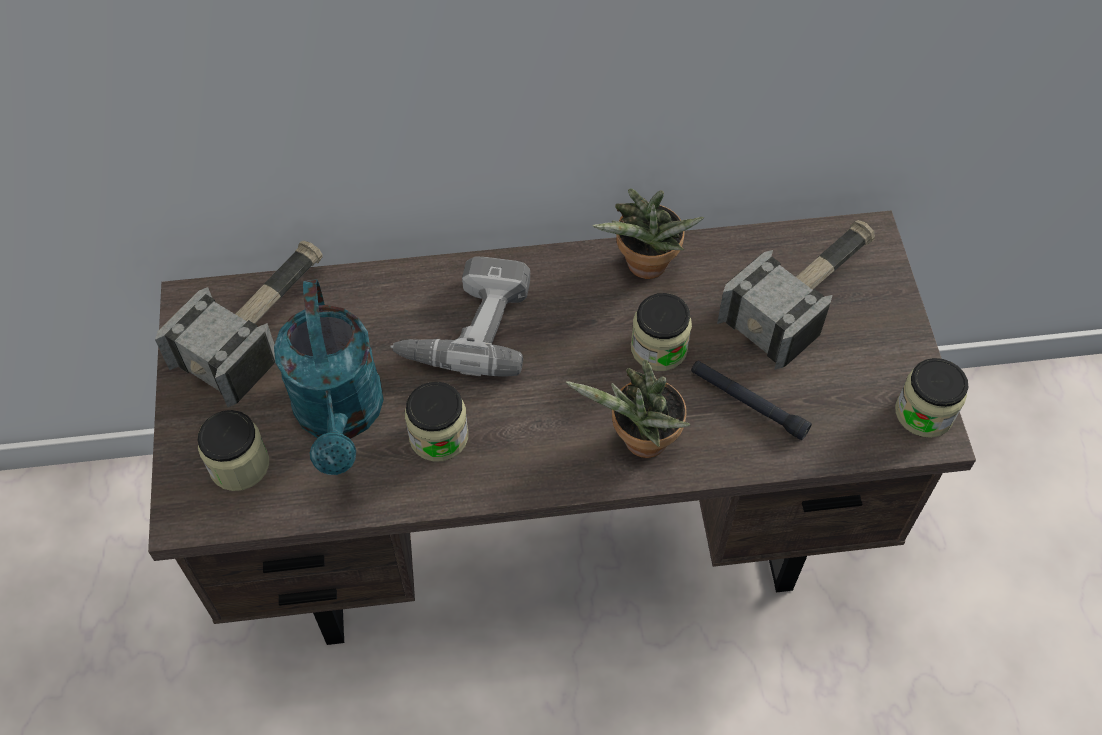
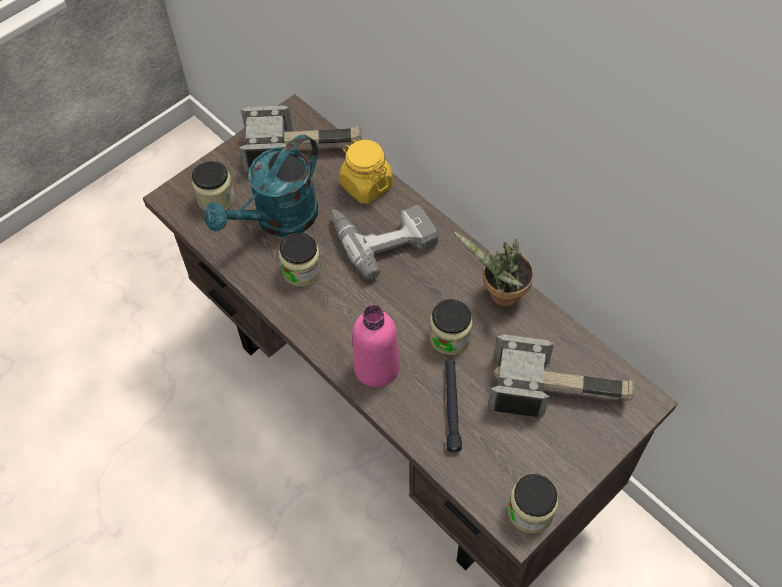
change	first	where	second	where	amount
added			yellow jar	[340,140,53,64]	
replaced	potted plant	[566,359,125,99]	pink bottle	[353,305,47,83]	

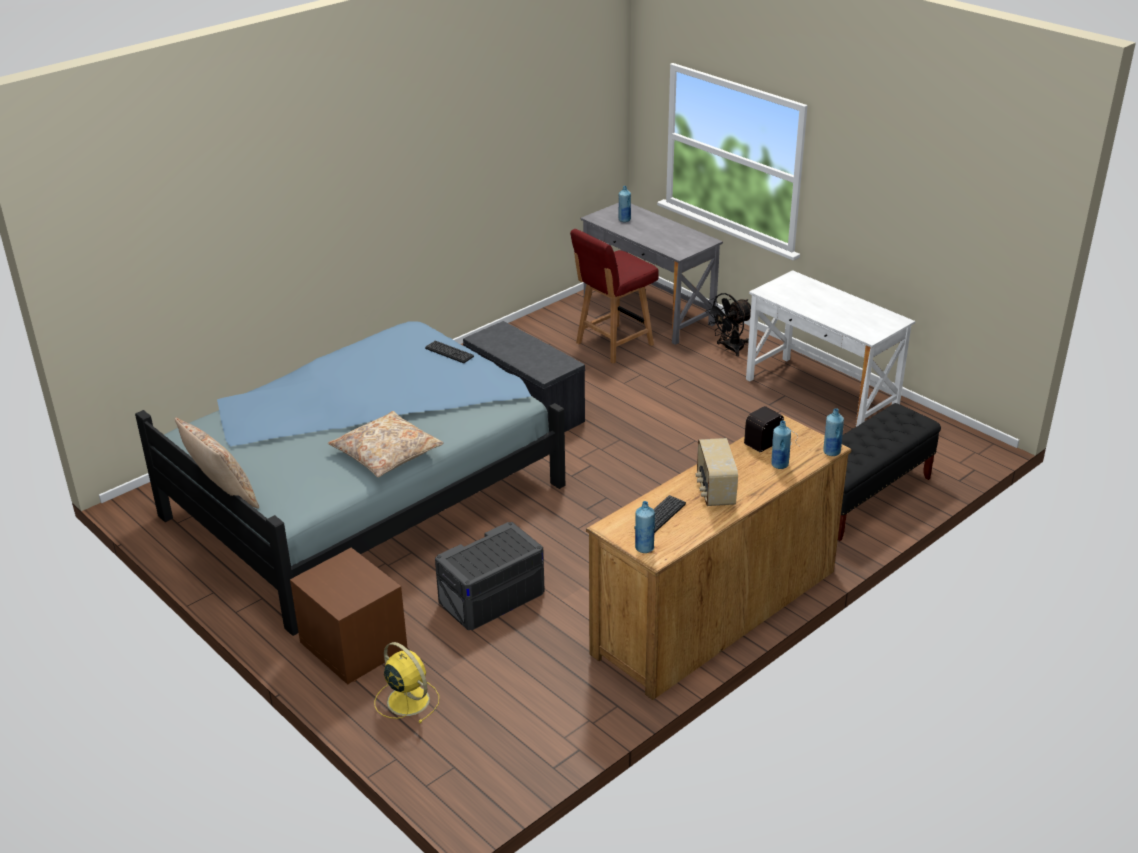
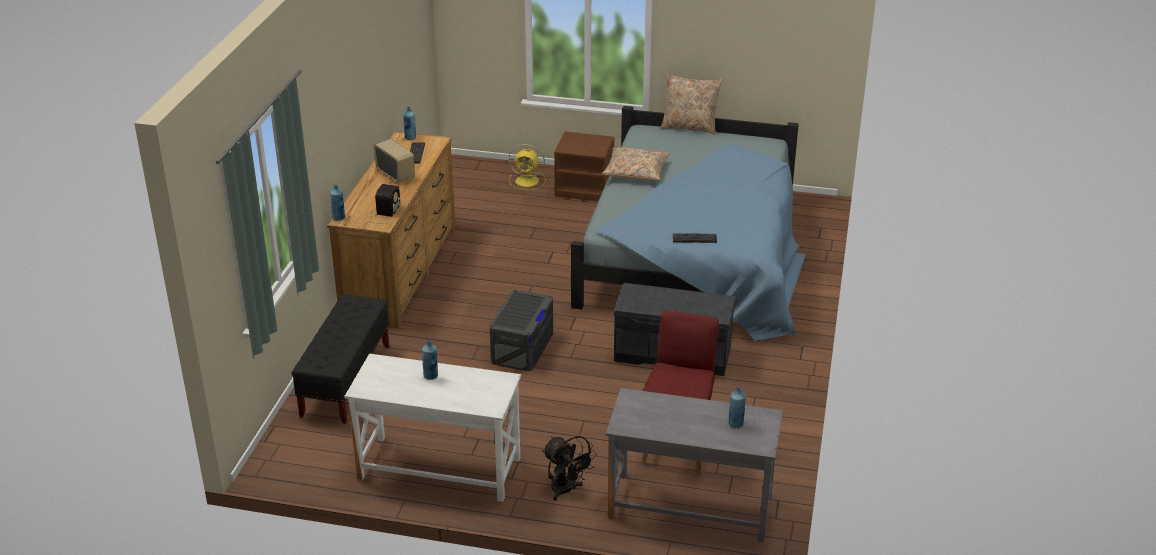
change	first	where	second	where	amount
moved	blue bottle	[771,421,20,48]		[422,340,16,40]	
moved	grey storage box	[435,522,110,108]		[490,290,63,81]	
turned	black fan	[705,293,46,63]		[542,436,55,65]	120 degrees clockwise

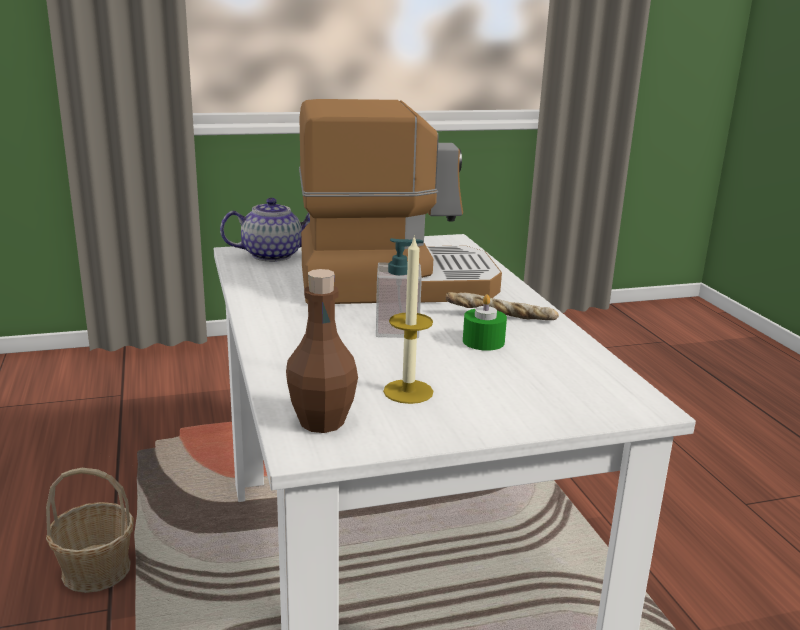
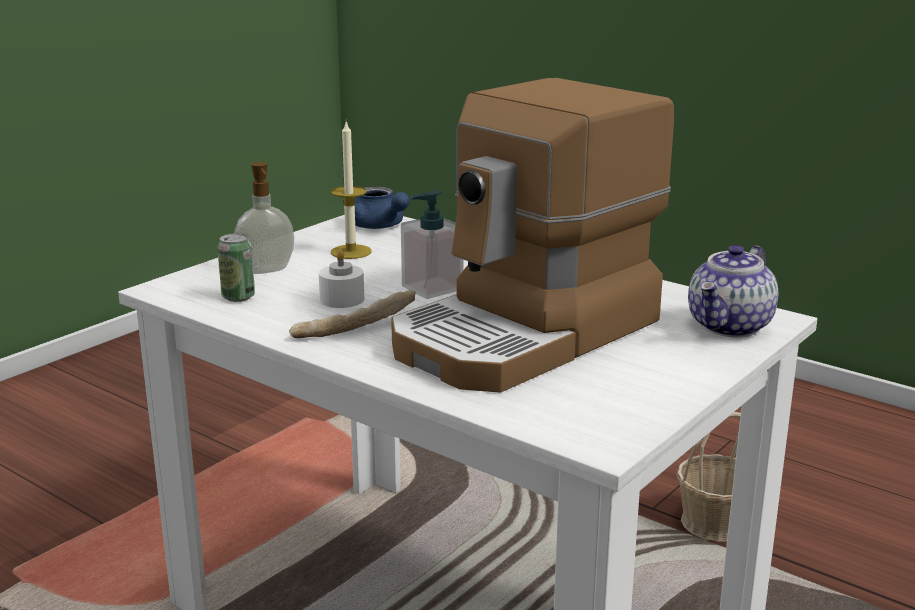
change	first	where	second	where	amount
added			can	[217,233,38,69]	
added			soap dispenser	[234,162,60,112]	
recoloured	green candle	[463,294,44,57]	white candle	[319,249,45,59]	
replaced	brown bottle	[286,269,72,164]	blue teapot	[343,187,67,42]	

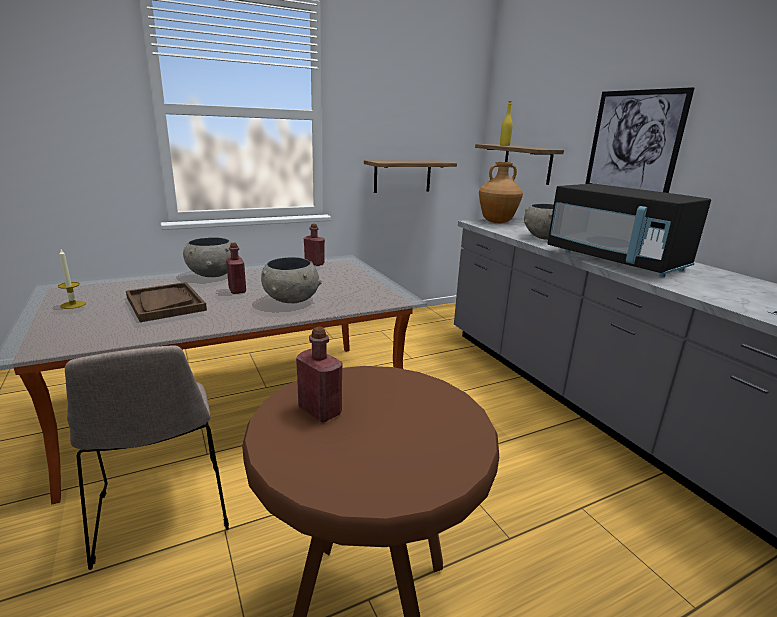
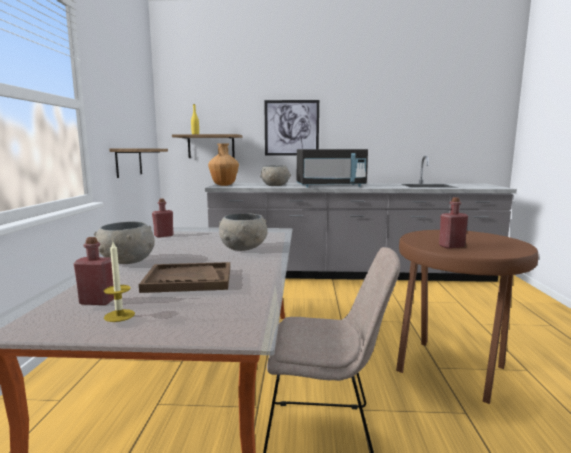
change	first	where	second	where	amount
moved	red bottle	[226,243,20,51]		[74,237,40,68]	

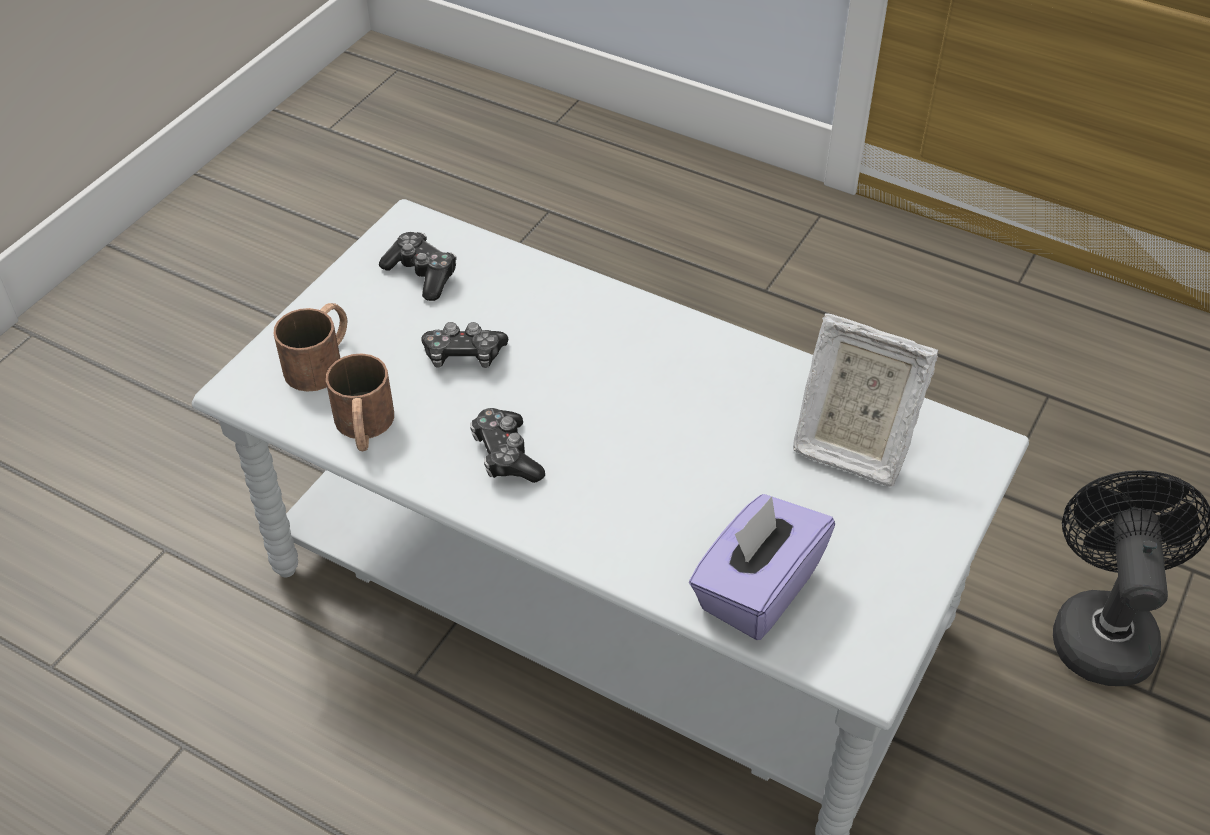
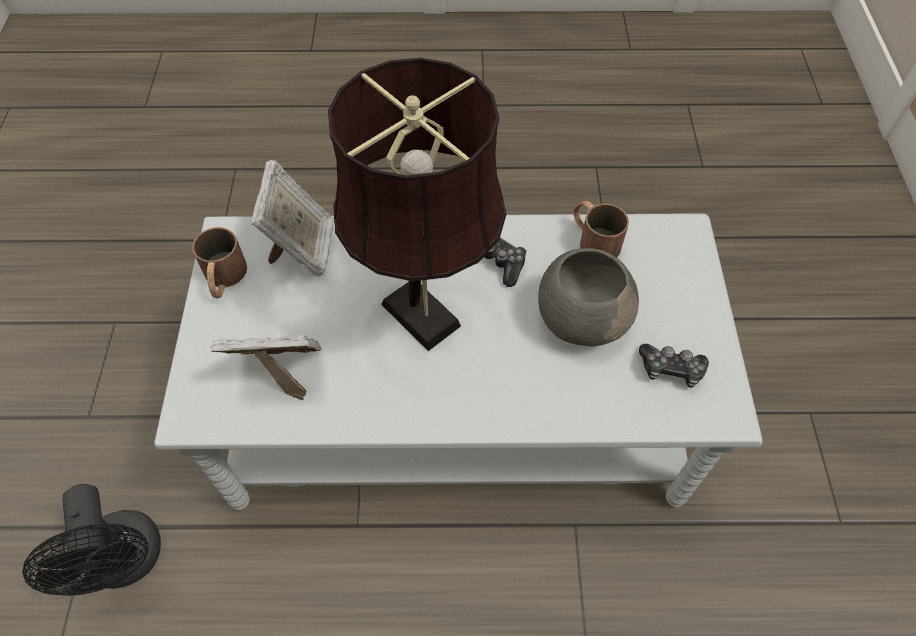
change	first	where	second	where	amount
moved	brown mug	[274,303,73,89]		[192,227,55,71]	
replaced	purple tissue box	[689,494,146,146]	picture frame	[252,160,82,117]	
added			brown table lamp	[328,58,179,293]	
replaced	game controller	[421,322,87,46]	grey bowl	[538,248,101,99]	

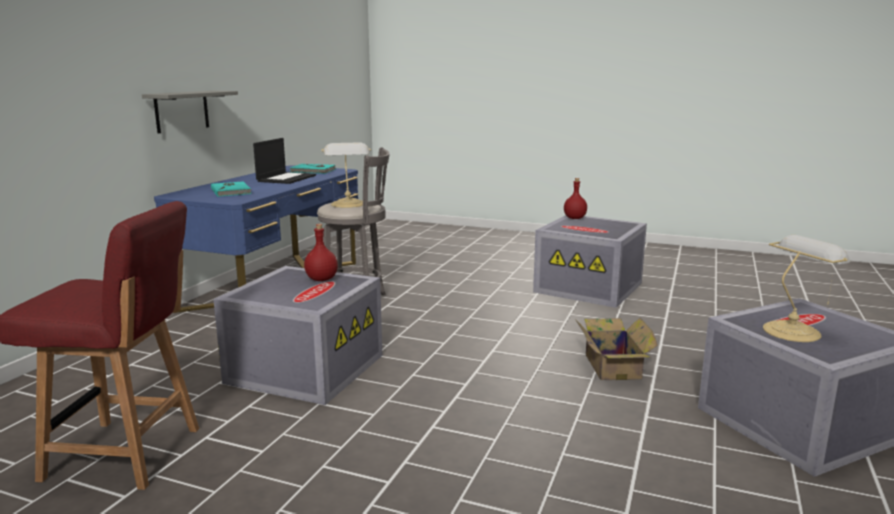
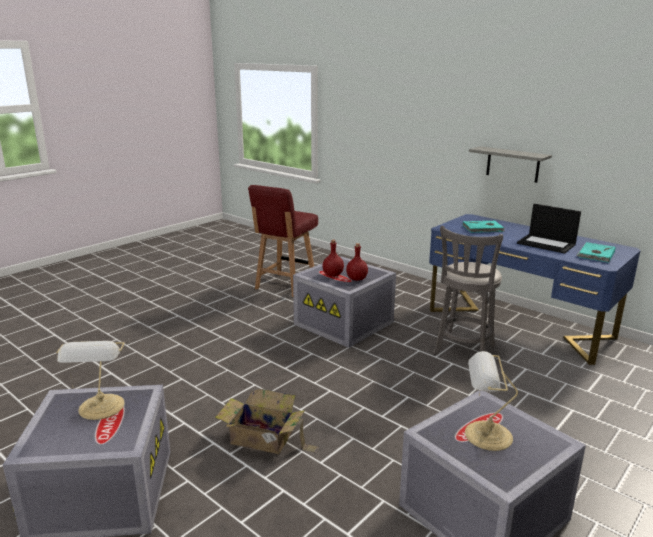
change	first	where	second	where	amount
moved	red bottle	[564,178,23,41]		[322,240,22,37]	
moved	table lamp	[322,142,49,66]		[465,351,53,100]	

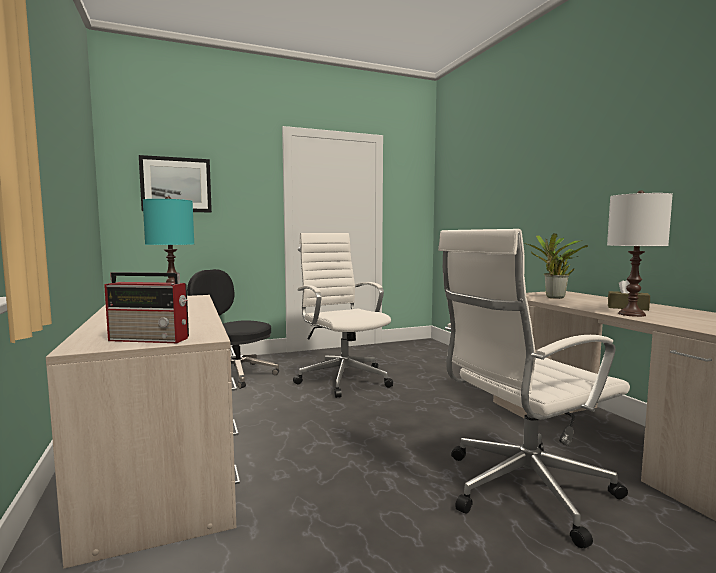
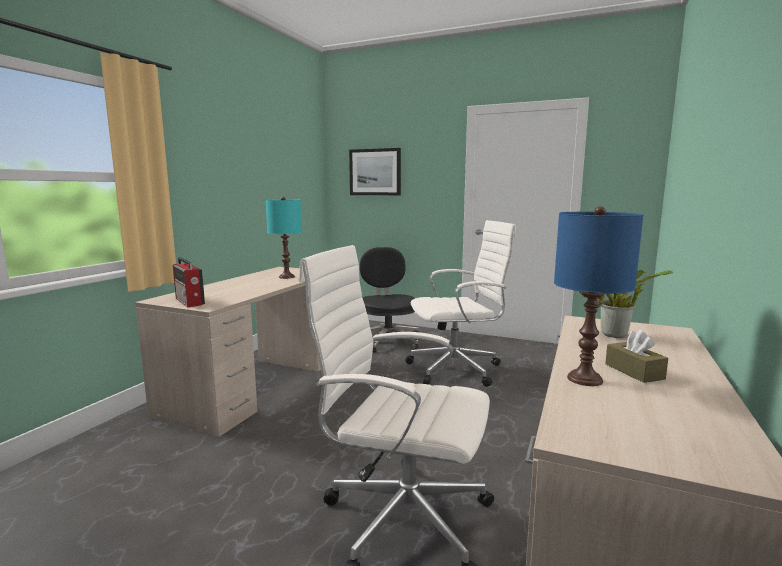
change	first	where	second	where	amount
turned	white office chair	[293,233,100,165]		[406,220,110,167]	60 degrees clockwise
recoloured	white table lamp	[607,190,66,127]	blue table lamp	[554,206,90,180]	

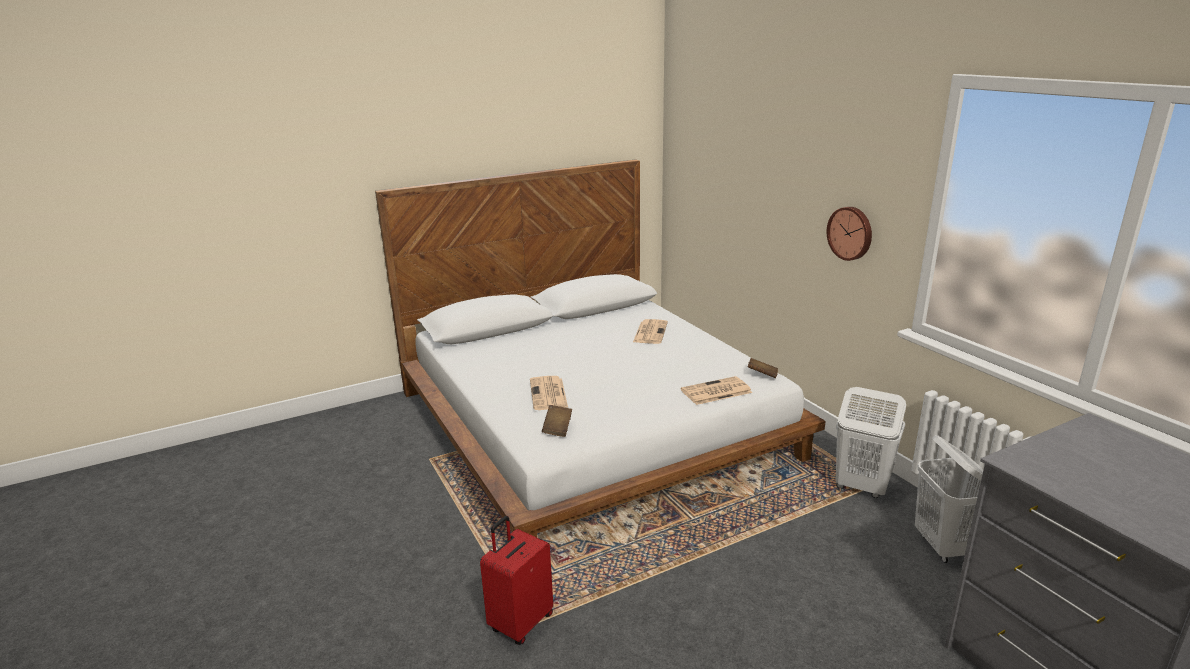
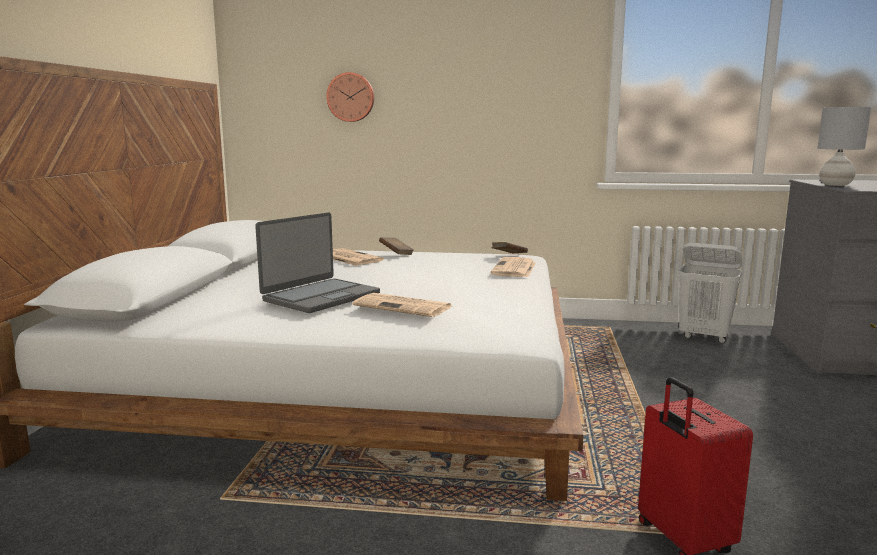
change	first	where	second	where	amount
added			laptop	[255,212,125,101]	
moved	wall clock	[826,207,46,54]		[326,72,48,50]	
moved	brown book	[542,405,30,32]		[379,237,35,18]	
added			grey table lamp	[817,107,54,79]	
removed	white laundry basket	[836,387,70,111]			

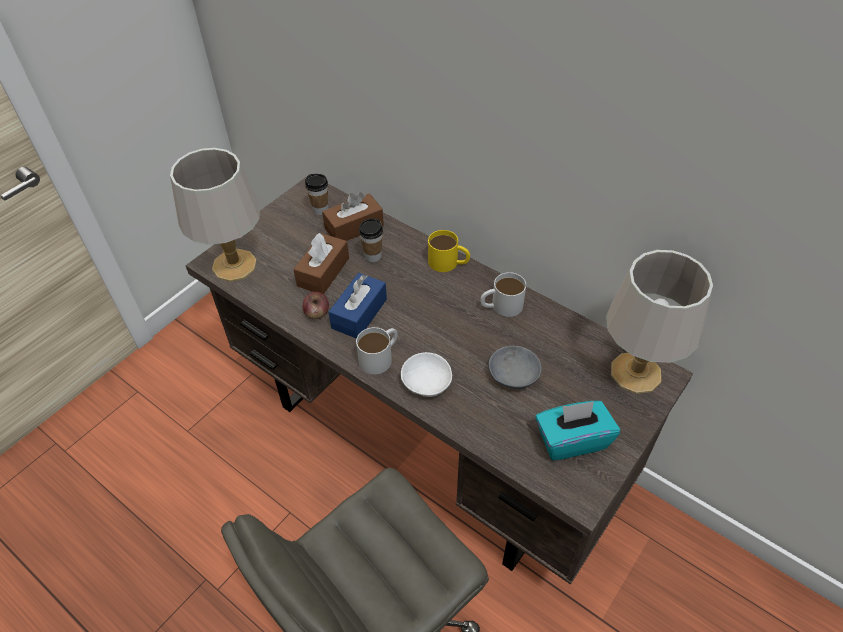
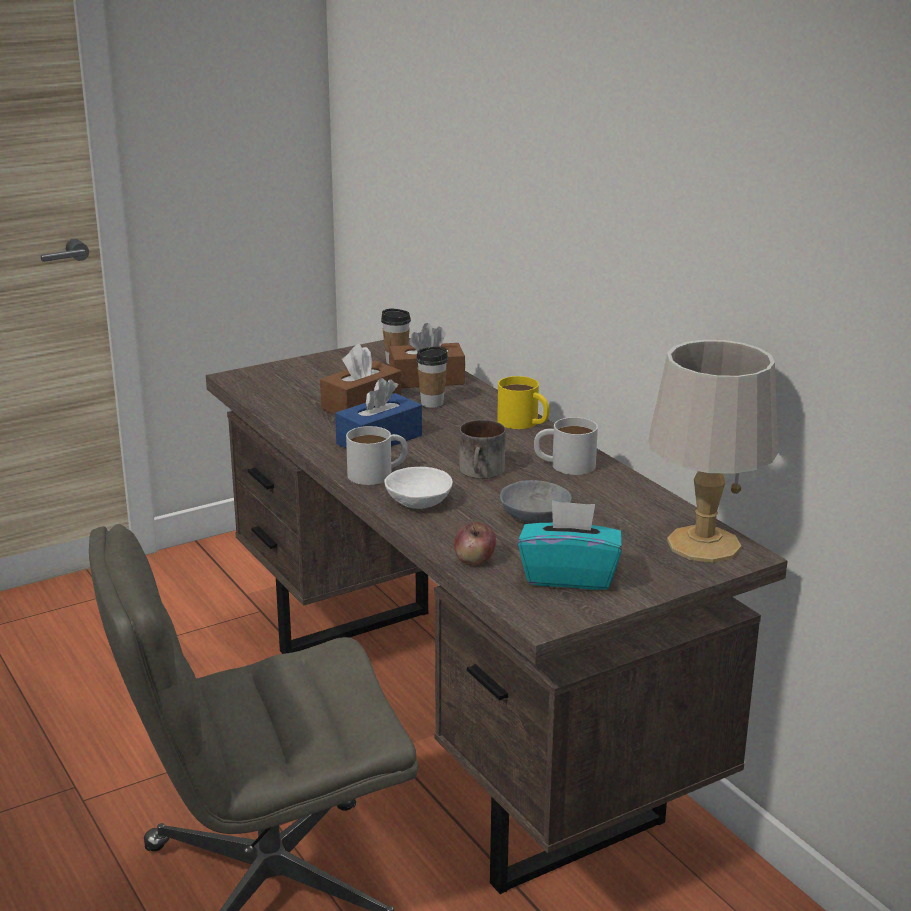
change	first	where	second	where	amount
moved	apple	[303,292,26,27]		[454,522,42,43]	
added			mug	[460,420,45,59]	
removed	grey table lamp	[170,148,90,134]			

